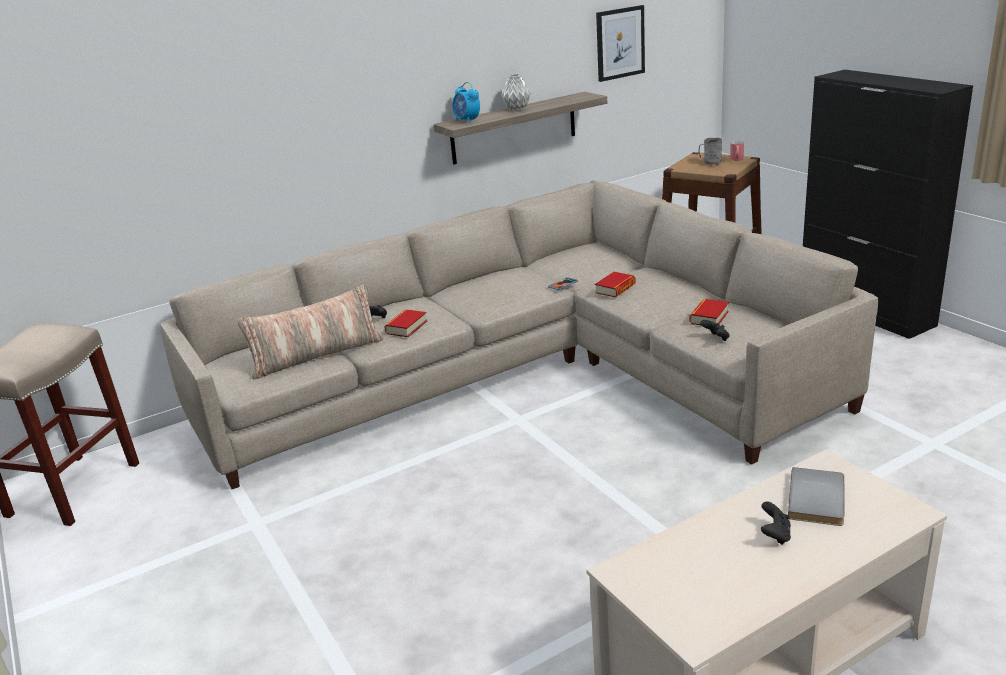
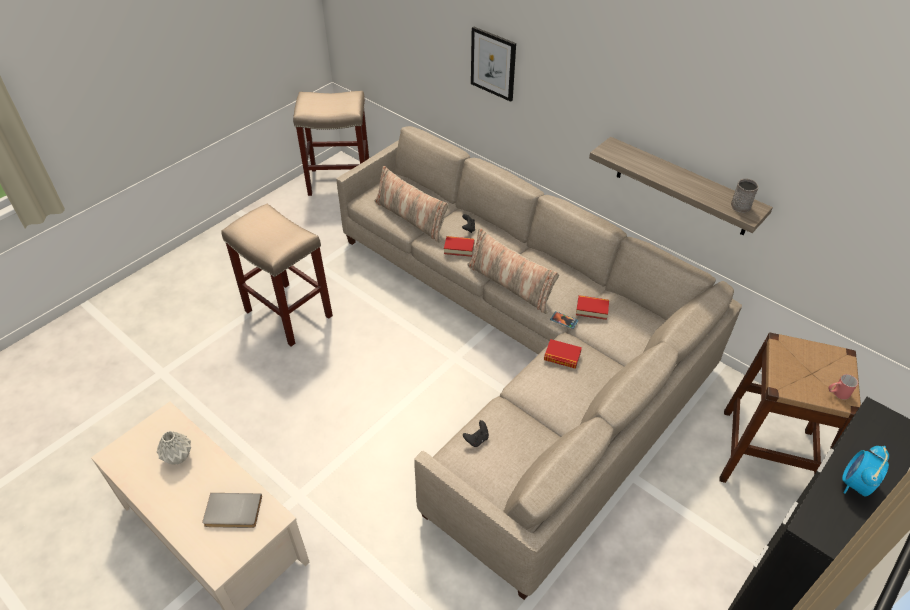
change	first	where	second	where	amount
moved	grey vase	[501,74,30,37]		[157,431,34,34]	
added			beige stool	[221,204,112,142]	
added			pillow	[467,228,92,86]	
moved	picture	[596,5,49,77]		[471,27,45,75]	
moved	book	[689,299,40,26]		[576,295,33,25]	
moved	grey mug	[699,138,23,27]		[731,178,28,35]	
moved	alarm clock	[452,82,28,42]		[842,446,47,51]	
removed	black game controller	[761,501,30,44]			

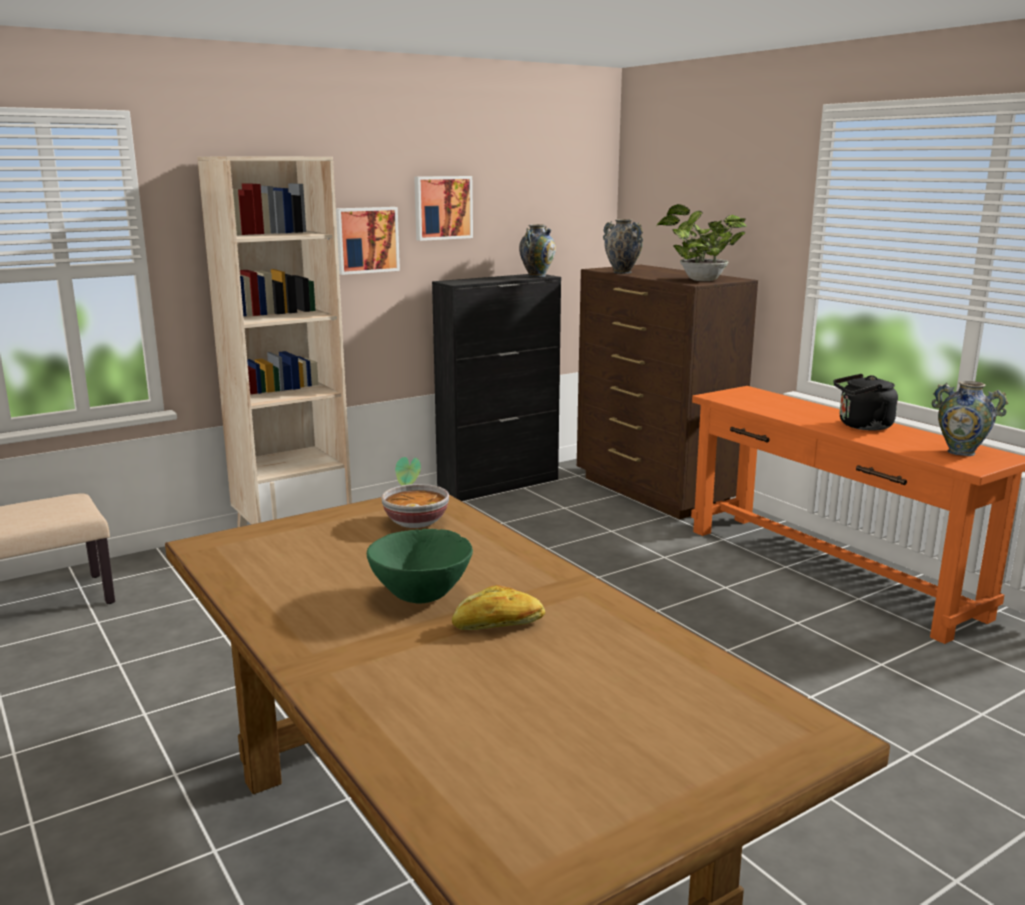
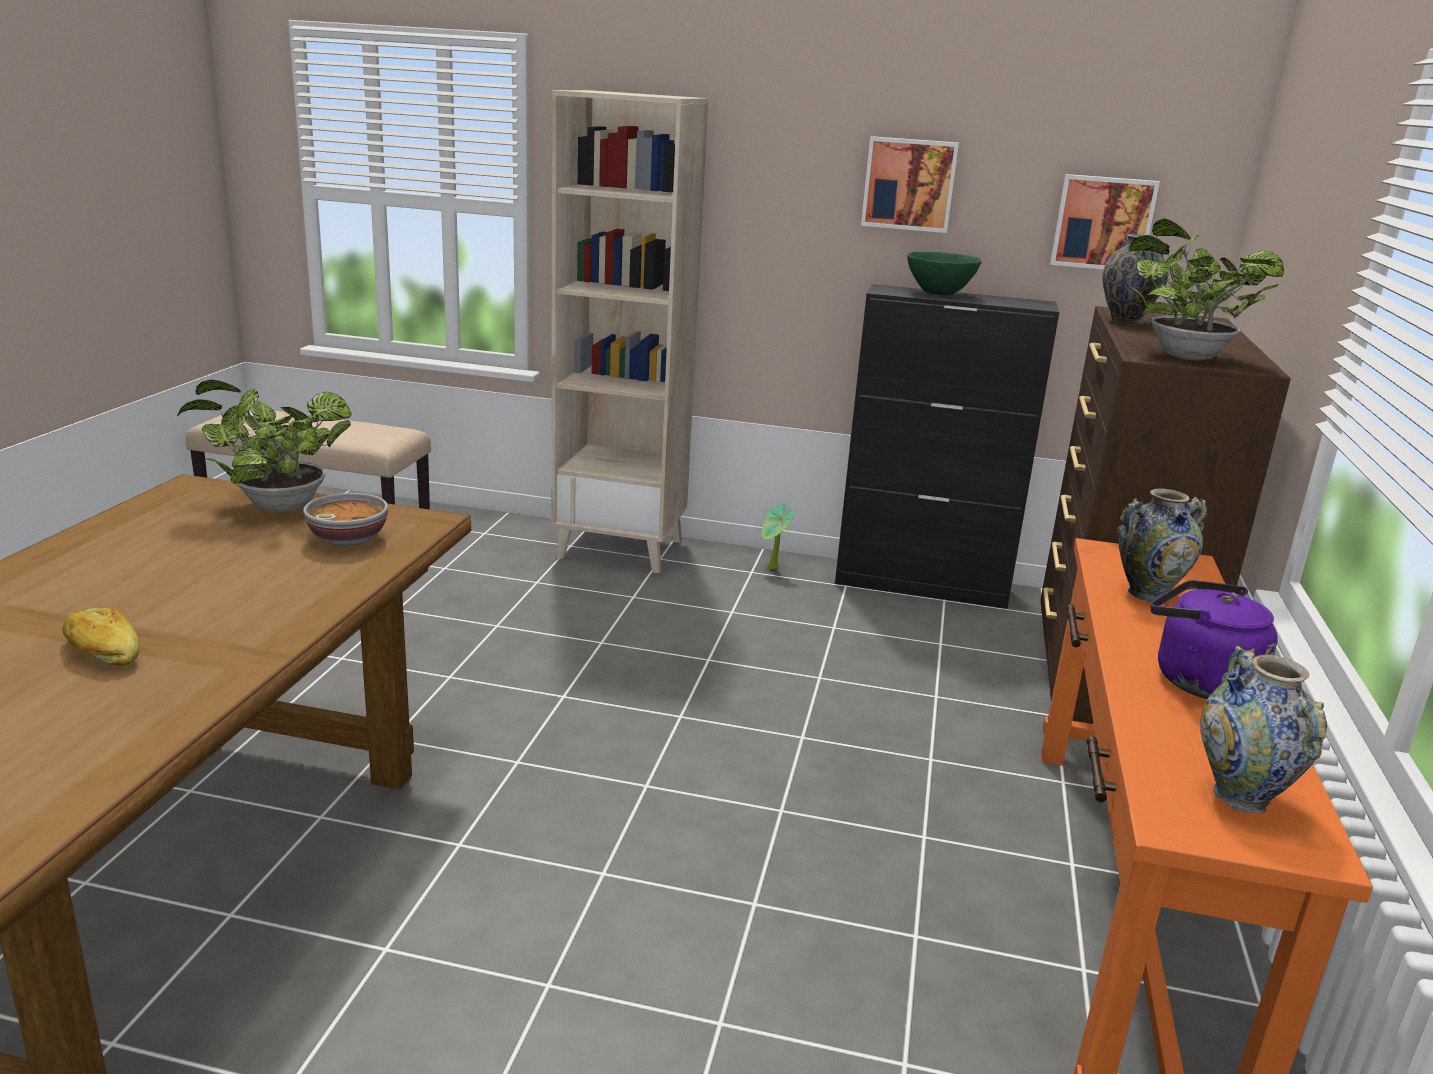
change	first	where	second	where	amount
added			potted plant	[177,380,175,132]	
moved	green bowl	[367,529,106,75]		[907,252,75,43]	
moved	picture	[336,207,64,68]		[1050,174,110,95]	
moved	vase	[519,224,37,53]		[1117,488,90,114]	
recoloured	black kettle	[834,374,64,56]	purple kettle	[1151,580,127,119]	

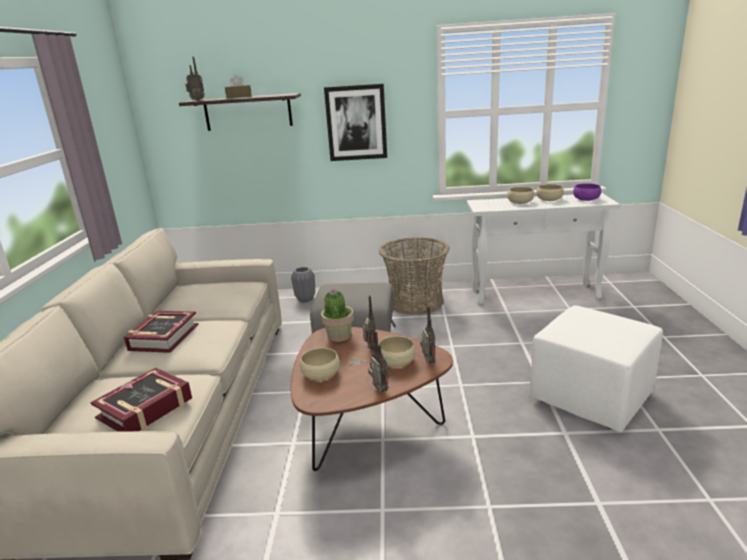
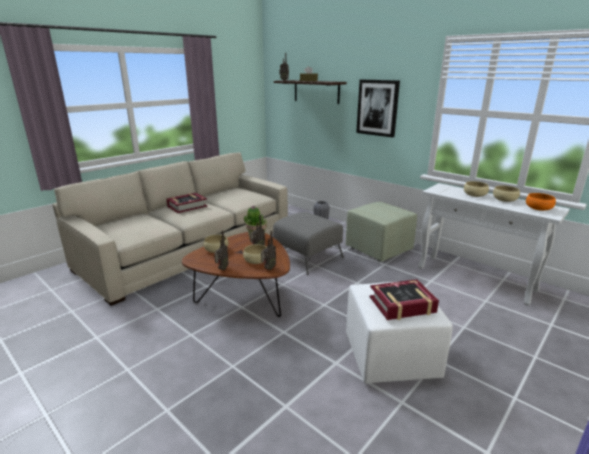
change	first	where	second	where	amount
replaced	basket	[379,237,70,78]	green ottoman	[346,201,71,61]	
moved	book	[90,368,102,64]		[369,279,70,41]	
recoloured	purple bowl	[573,183,28,18]	orange bowl	[526,193,30,18]	

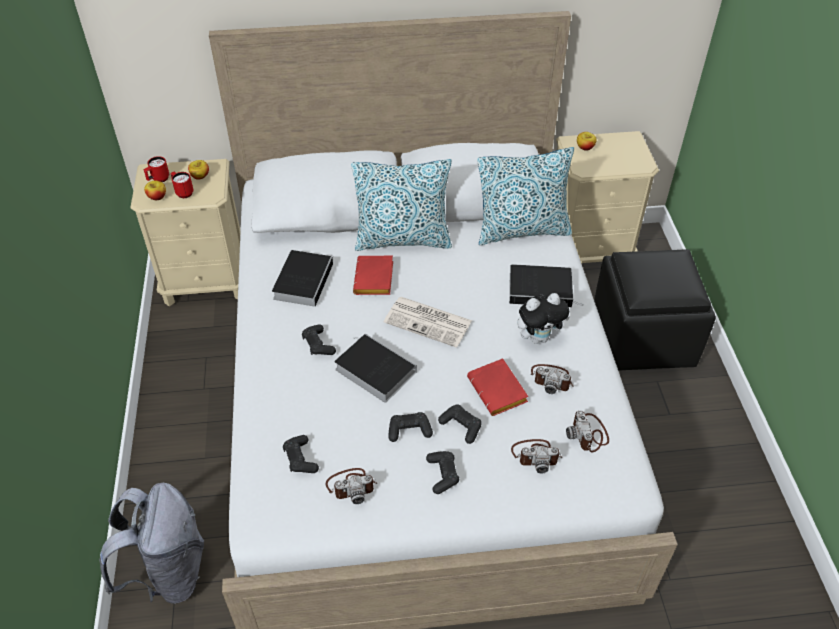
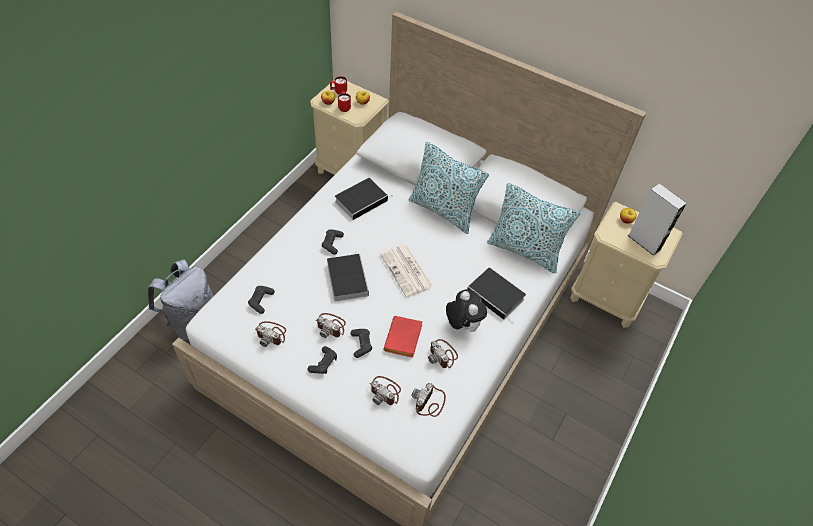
change	first	where	second	where	amount
replaced	black game controller	[388,412,45,30]	photo camera	[315,313,31,25]	
turned	plush toy	[517,293,53,51]		[446,289,41,43]	135 degrees counterclockwise
added			grey speaker	[628,184,59,72]	
removed	red book	[353,256,40,39]			
removed	black ottoman	[594,249,122,122]			

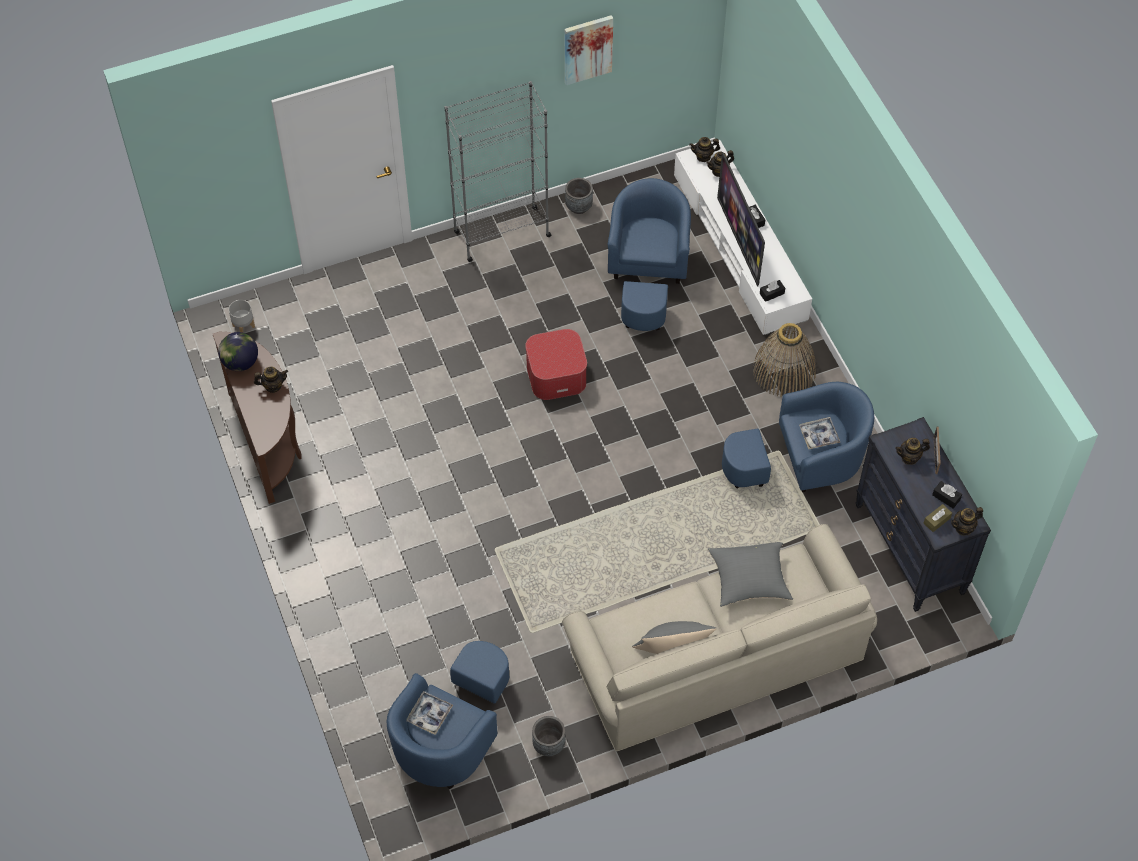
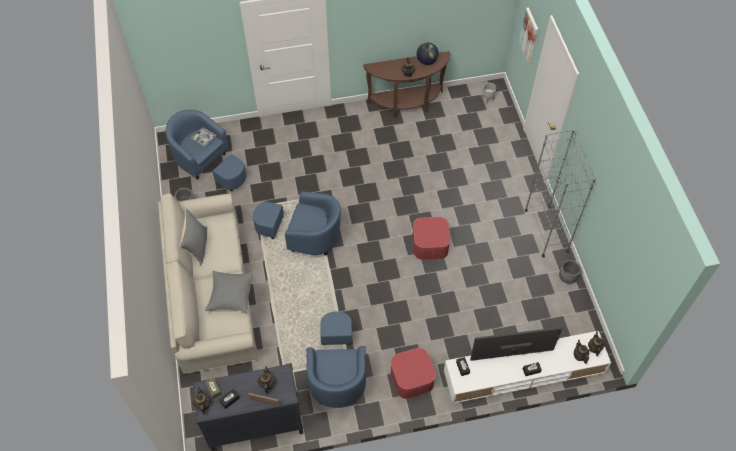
change	first	where	second	where	amount
moved	blue armchair	[608,178,83,153]		[253,191,88,64]	
replaced	basket	[753,323,63,74]	ottoman	[391,348,45,51]	
moved	picture	[565,15,48,70]		[519,8,19,55]	
removed	tray	[799,417,42,32]			

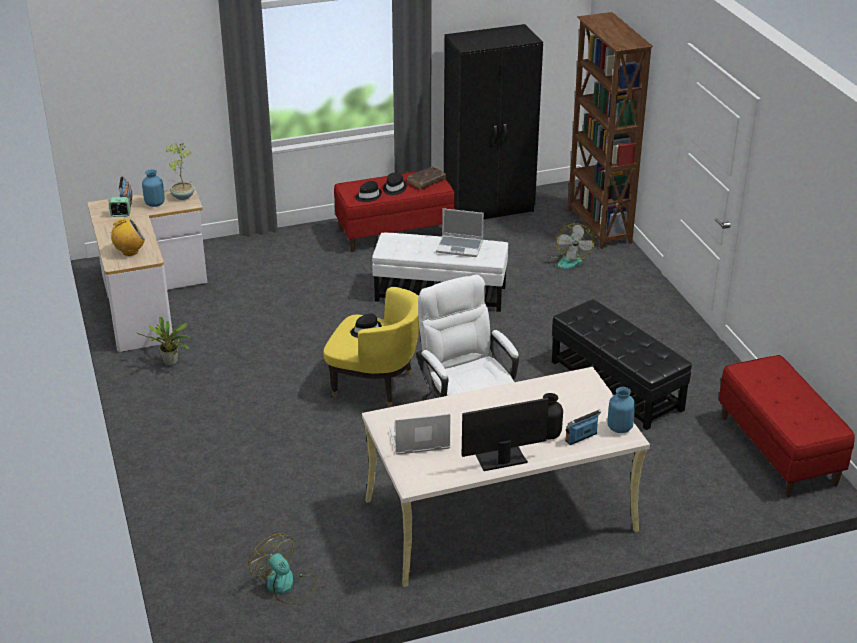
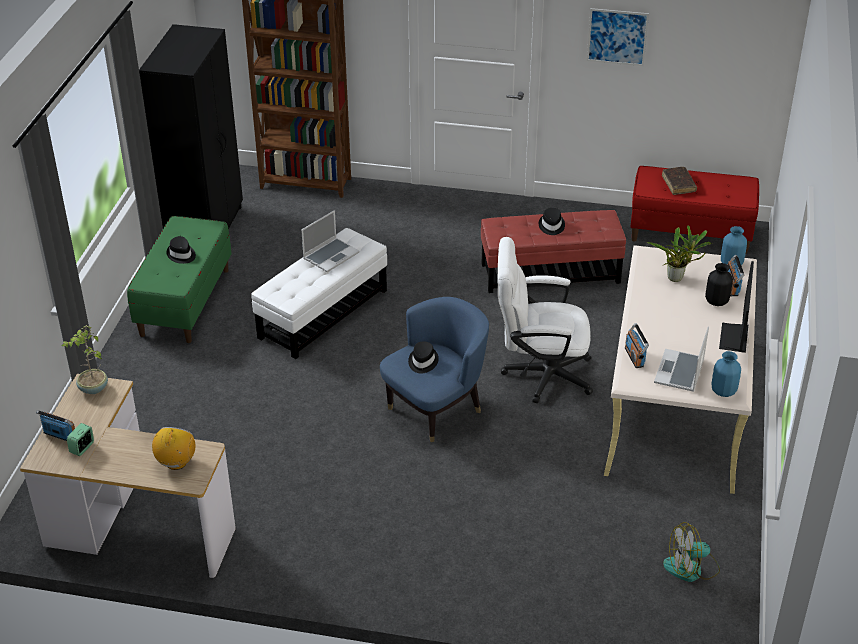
change	first	where	second	where	amount
recoloured	red bench	[334,168,121,84]	green bench	[127,216,105,127]	
recoloured	yellow armchair	[323,287,96,121]	blue armchair	[380,297,109,145]	
recoloured	black ottoman	[552,299,140,131]	red ottoman	[481,210,145,83]	
moved	black hat	[355,181,27,21]		[539,208,26,27]	
added			picture	[587,8,62,58]	
added			radio	[625,323,24,45]	
moved	potted plant	[137,317,53,49]		[647,225,64,57]	
moved	brown book	[407,166,39,23]		[662,167,35,28]	
moved	blue vase	[142,169,23,38]		[711,351,30,46]	
removed	fan	[548,223,47,46]			

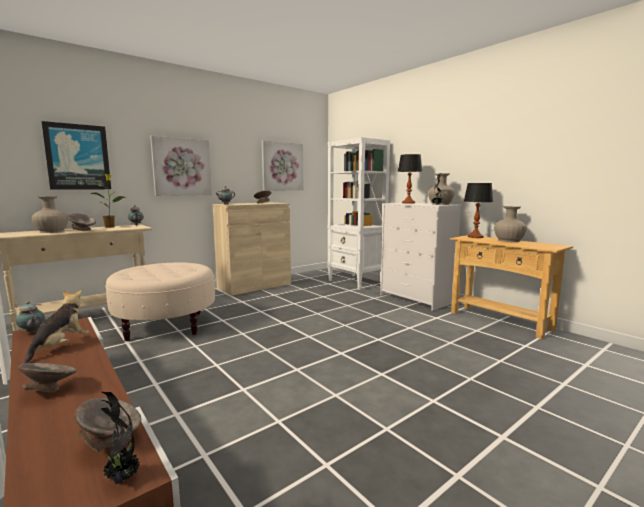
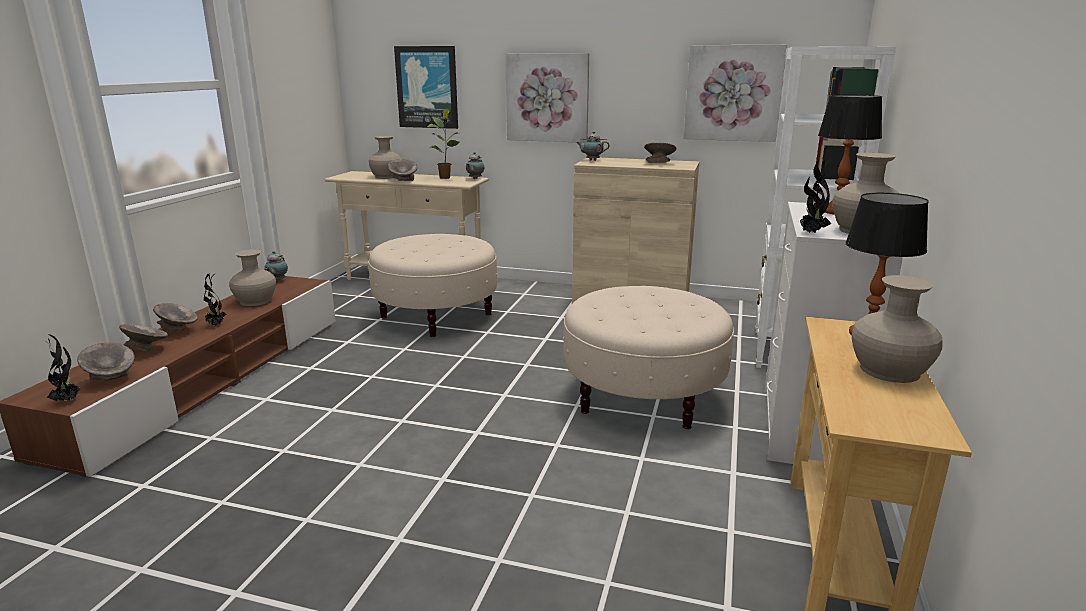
change	first	where	second	where	amount
added			grey bowl	[119,324,49,28]	
added			potted plant	[204,274,22,52]	
replaced	plush toy	[24,290,65,73]	beige vase	[229,249,47,57]	
added			beige ottoman	[563,286,171,143]	

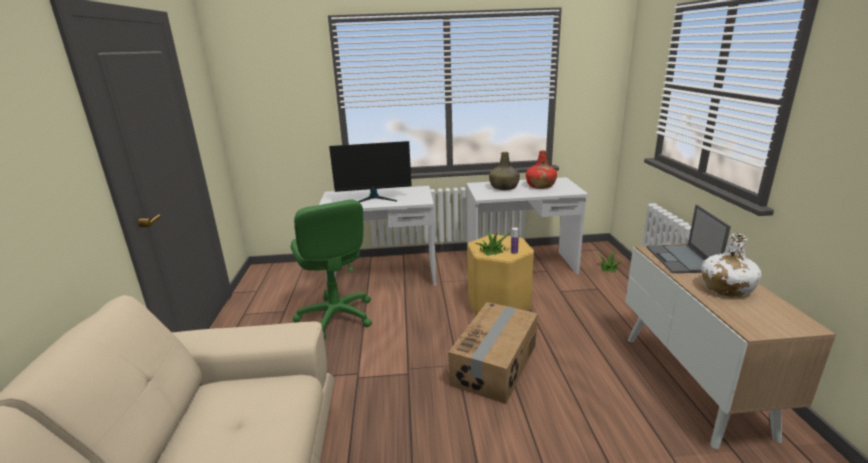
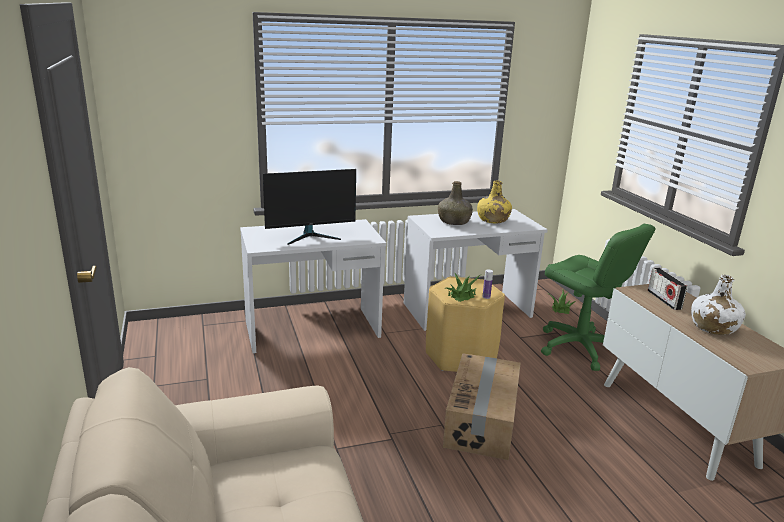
change	first	where	second	where	amount
recoloured	red bottle	[526,150,31,39]	yellow bottle	[477,180,35,43]	
moved	green office chair	[291,200,81,140]		[541,224,115,147]	
replaced	laptop	[646,205,85,68]	radio	[647,268,40,42]	

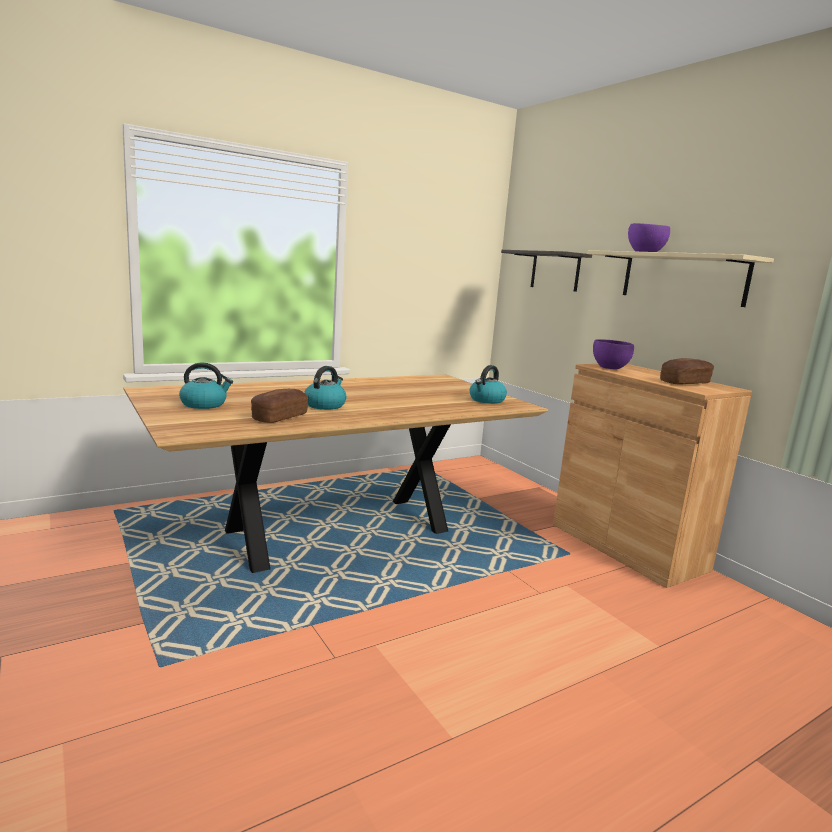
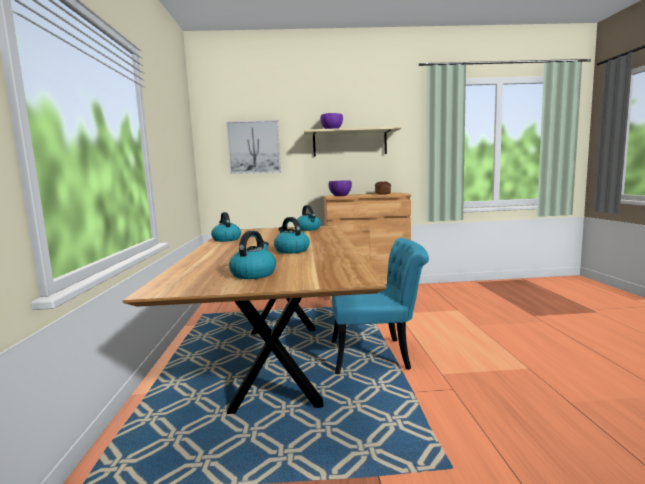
change	first	where	second	where	amount
added			kettle	[211,212,30,30]	
replaced	shelf	[501,250,91,42]	picture	[226,120,55,54]	
added			turquoise chair	[332,238,97,136]	
removed	bread	[251,388,57,35]			

